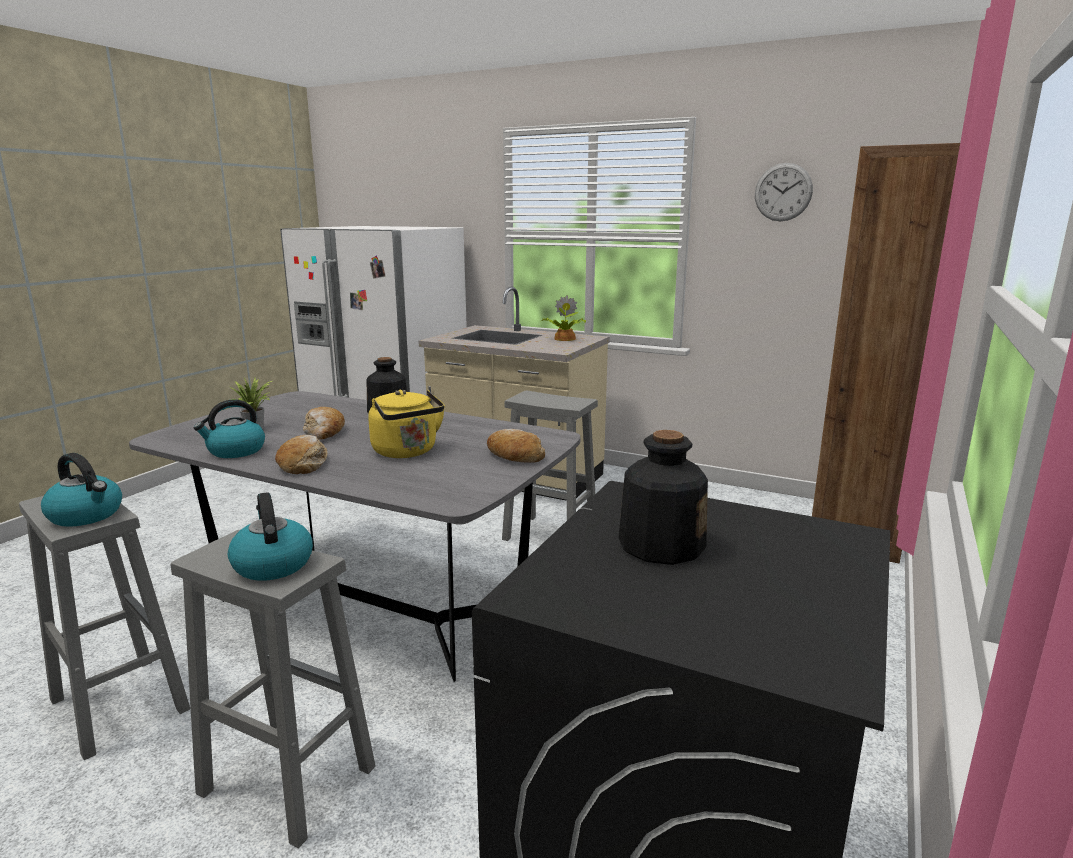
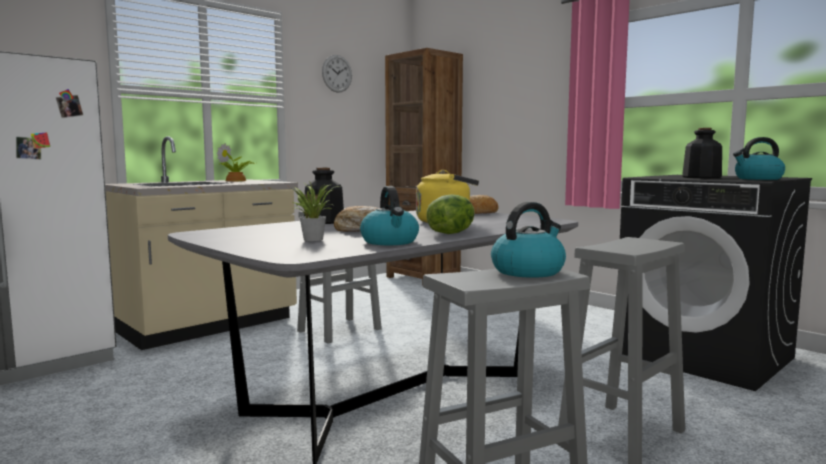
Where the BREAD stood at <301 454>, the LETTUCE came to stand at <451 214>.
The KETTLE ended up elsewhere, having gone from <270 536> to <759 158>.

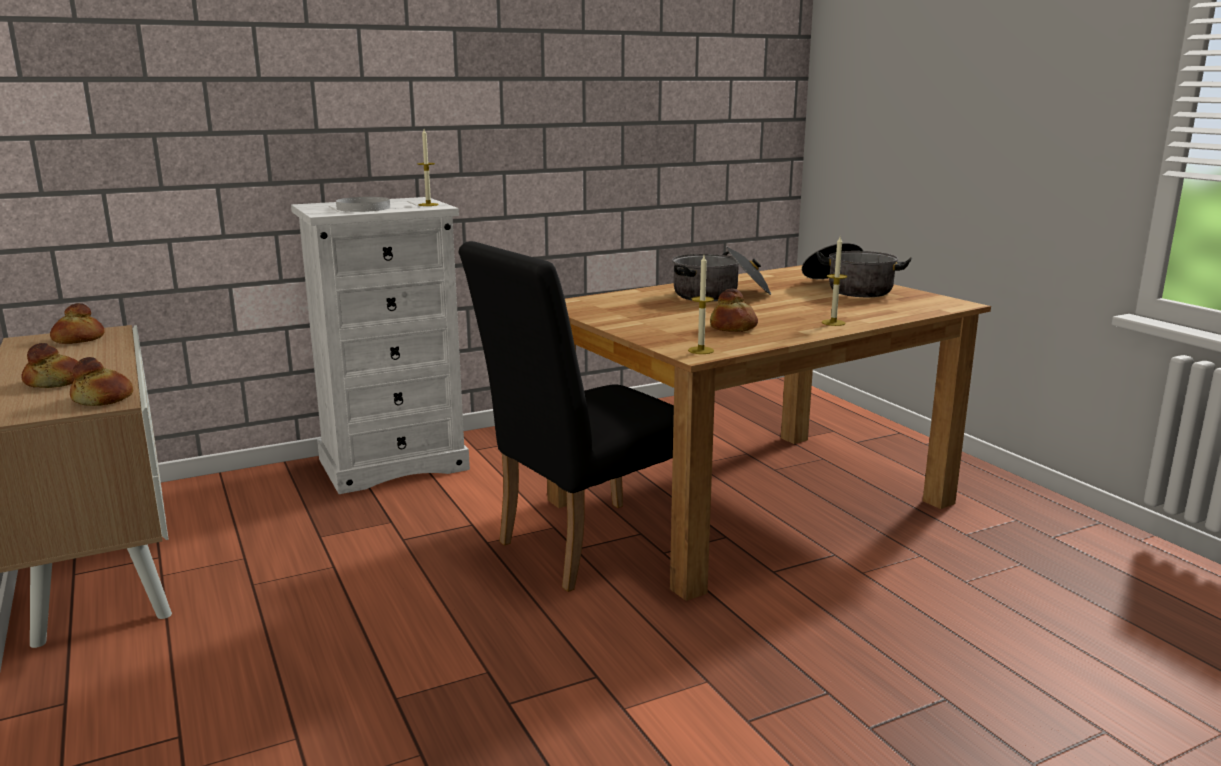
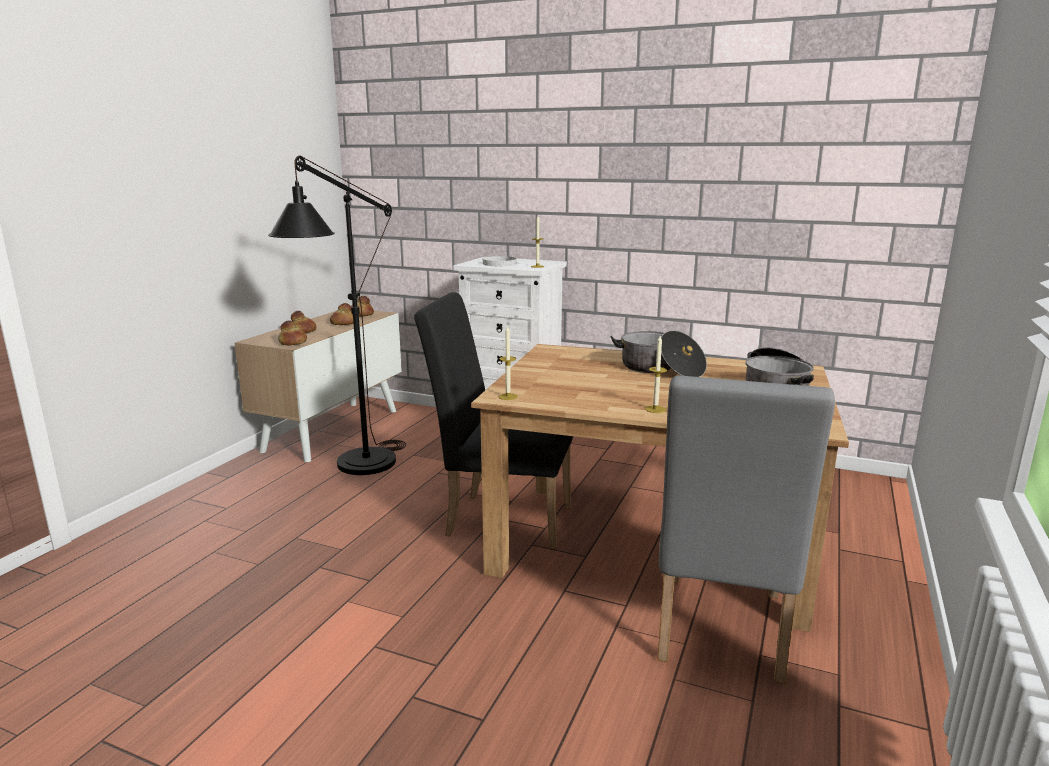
The second view gained the BLACK FLOOR LAMP at <337 315>.
The BREAD ended up elsewhere, having gone from <734 310> to <341 314>.
The second view gained the GREY CHAIR at <746 529>.

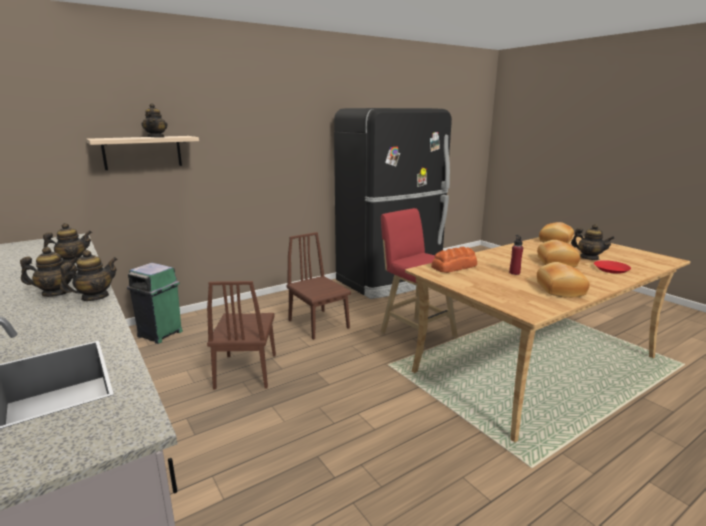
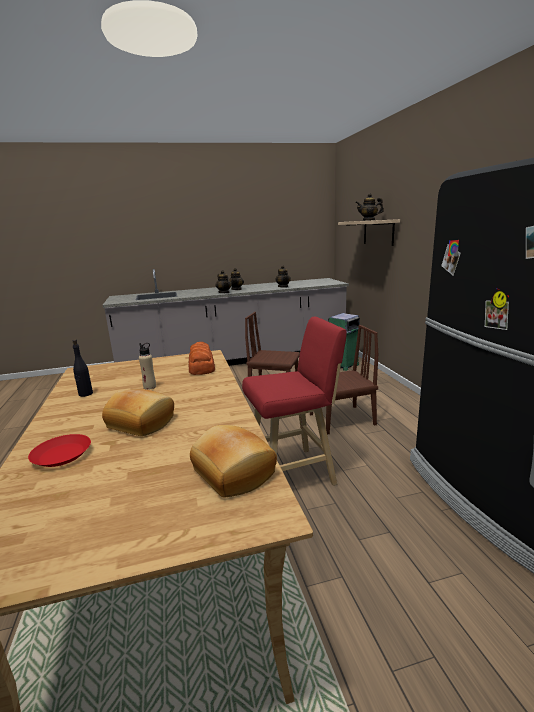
Where the BREAD stood at <563 280>, the BLACK BOTTLE came to stand at <82 368>.
What was the RED BOTTLE at <516 255> turned into the BEIGE BOTTLE at <147 366>.
The second view lost the TEAPOT at <593 242>.

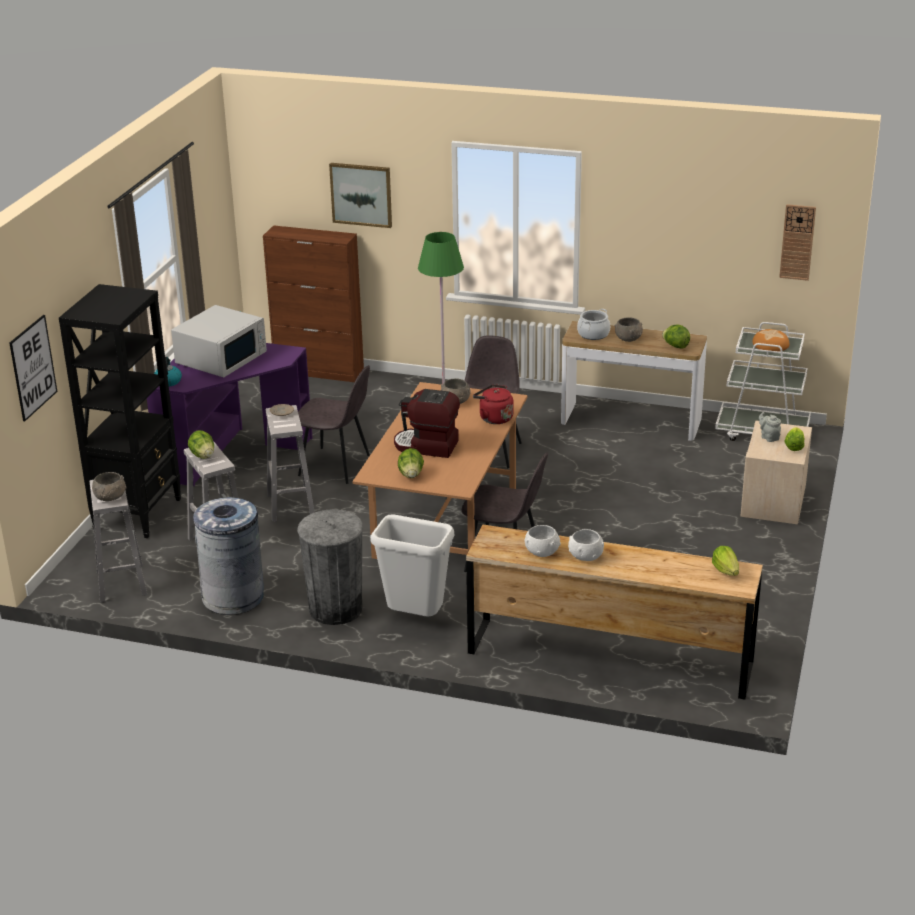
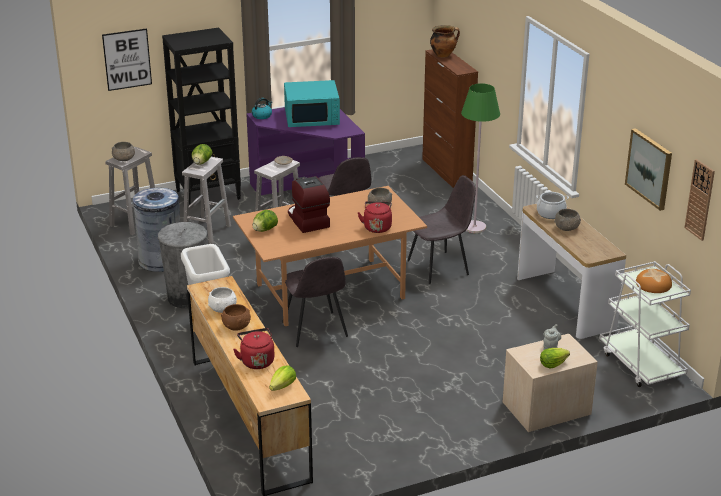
What was the WHITE BOWL at <586 545> turned into the BROWN BOWL at <236 317>.
The second view gained the RED KETTLE at <254 348>.
What was the WHITE MICROWAVE at <219 341> turned into the TURQUOISE MICROWAVE at <312 103>.
The second view gained the COOKING POT at <445 41>.
The PICTURE ended up elsewhere, having gone from <360 195> to <648 169>.
The second view lost the LETTUCE at <676 336>.

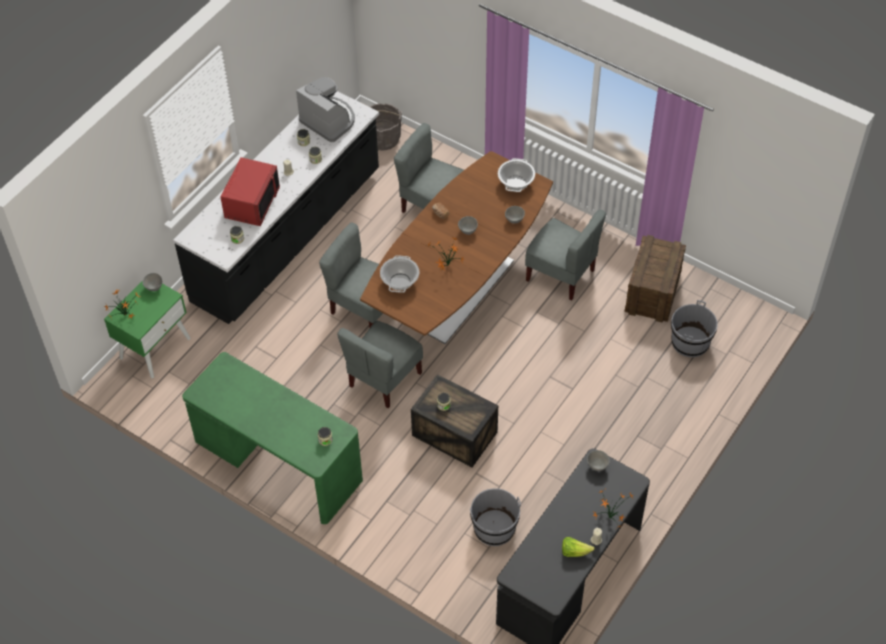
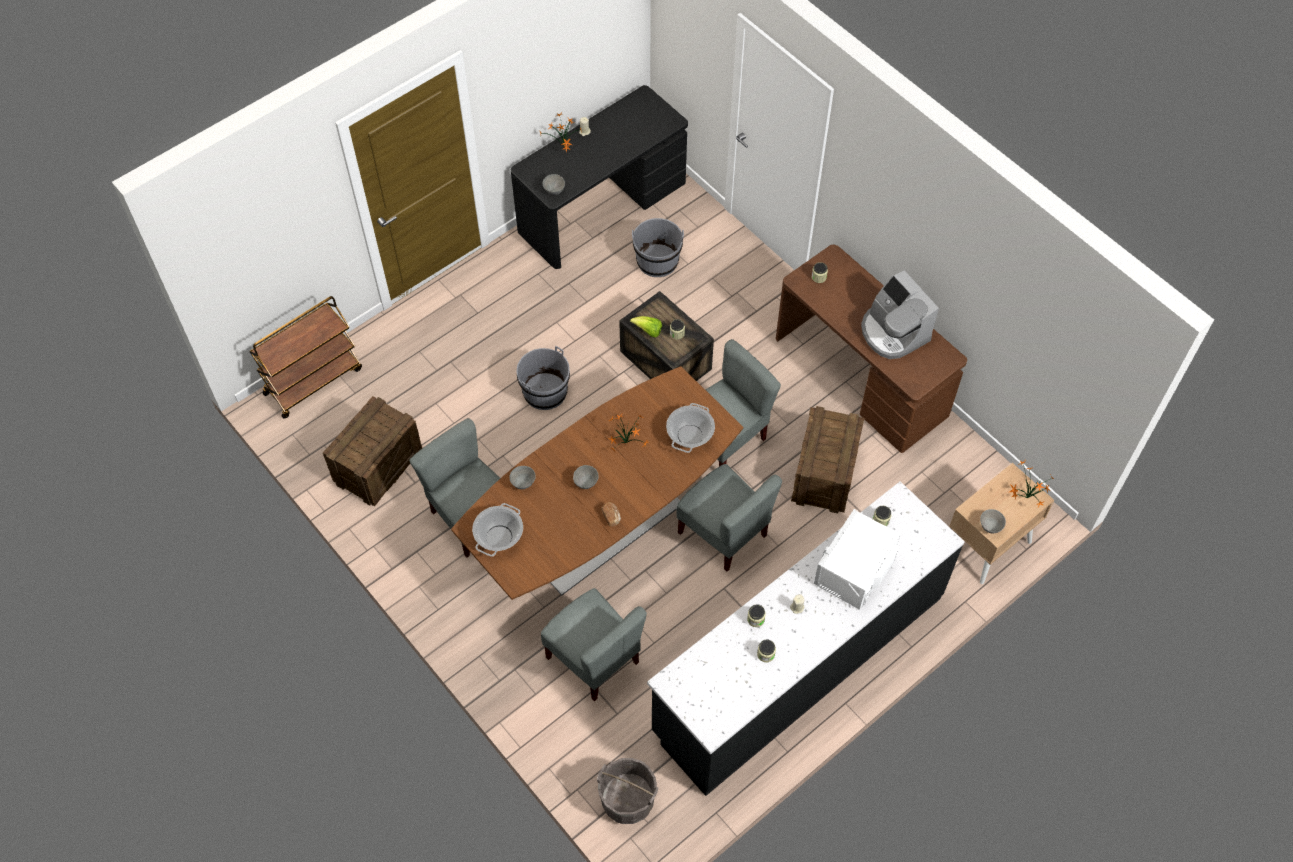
The second view gained the BROWN CART at <306 357>.
The GREY BUCKET ended up elsewhere, having gone from <694 328> to <543 378>.
The LETTUCE ended up elsewhere, having gone from <578 547> to <646 327>.
What was the GREEN DESK at <272 438> turned into the BROWN DESK at <871 349>.
The second view gained the CRATE at <827 460>.
What was the RED MICROWAVE at <250 191> turned into the WHITE MICROWAVE at <857 559>.
The COFFEE MACHINE ended up elsewhere, having gone from <325 109> to <900 314>.
What was the GREEN NIGHTSTAND at <147 330> turned into the BEIGE NIGHTSTAND at <1001 523>.

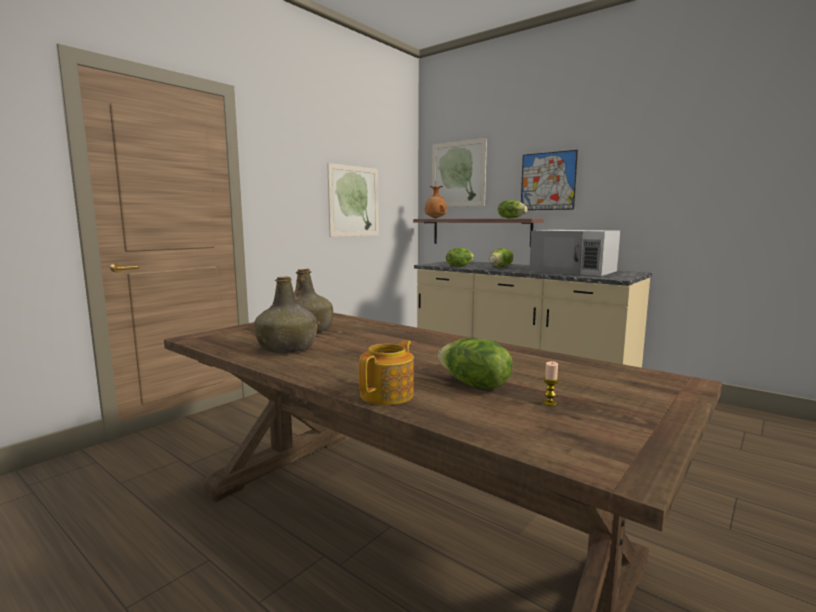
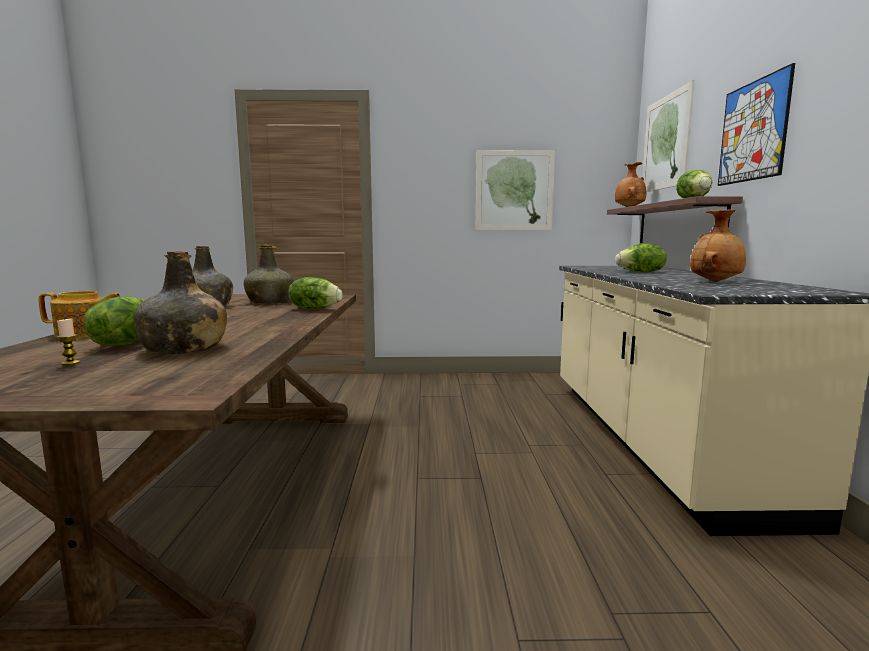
The second view gained the GREEN BOTTLE at <180 302>.
The LETTUCE ended up elsewhere, having gone from <460 257> to <315 293>.
Where the WHITE MICROWAVE stood at <574 253>, the BROWN VASE came to stand at <718 245>.

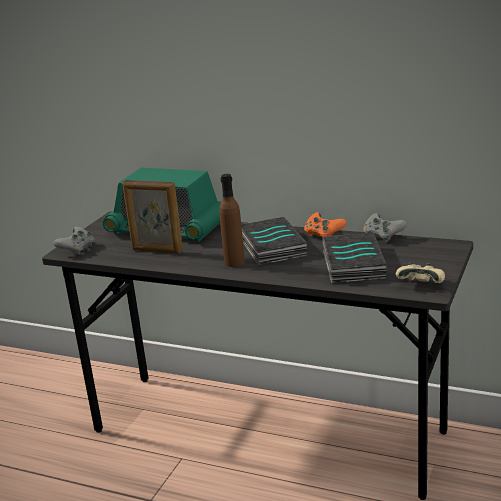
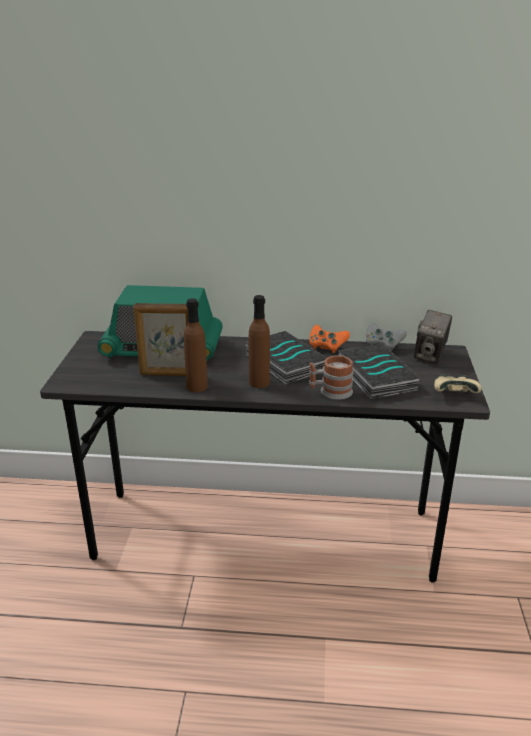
The second view gained the BROWN BOTTLE at <196 345>.
The second view gained the MUG at <331 378>.
The second view gained the PHOTO CAMERA at <433 337>.
The second view lost the GREY GAME CONTROLLER at <73 241>.

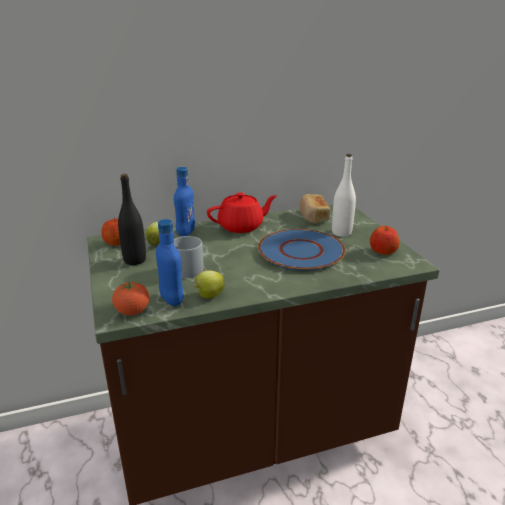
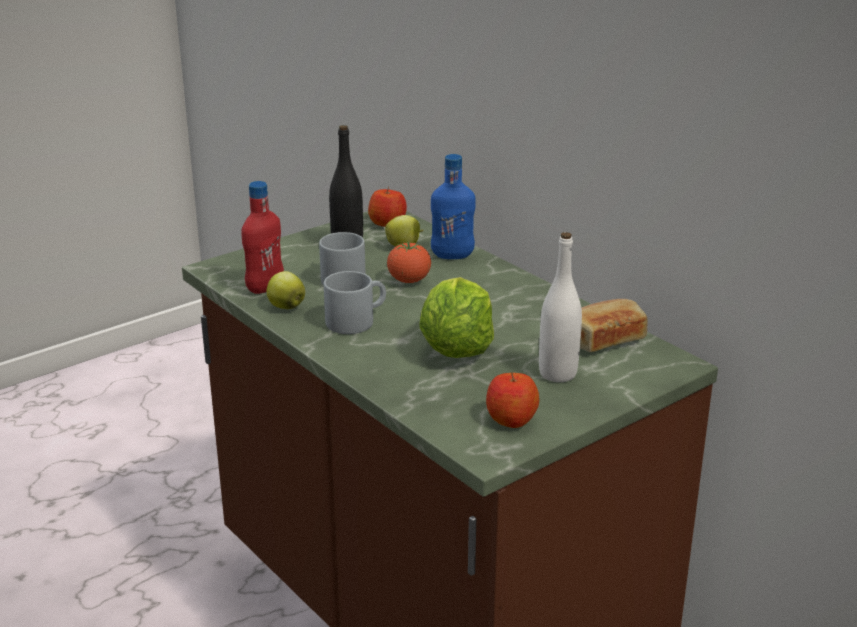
What was the BLUE BOTTLE at <169 262> turned into the RED BOTTLE at <262 237>.
The second view gained the GREY MUG at <355 302>.
The TOMATO ended up elsewhere, having gone from <130 298> to <409 262>.
Where the BLUE PLATE stood at <301 250>, the LETTUCE came to stand at <456 317>.
The second view lost the RED TEAPOT at <242 212>.

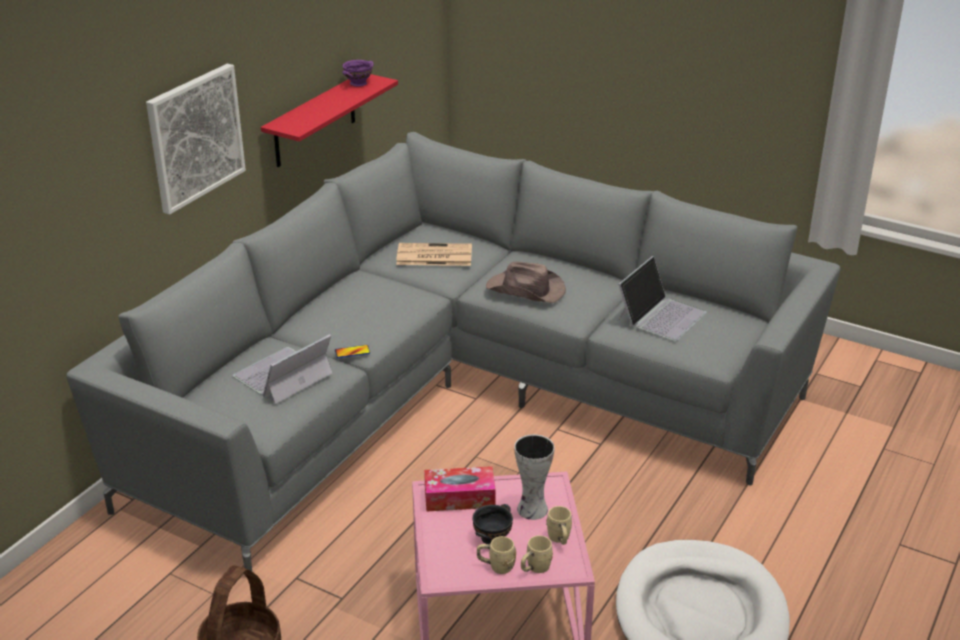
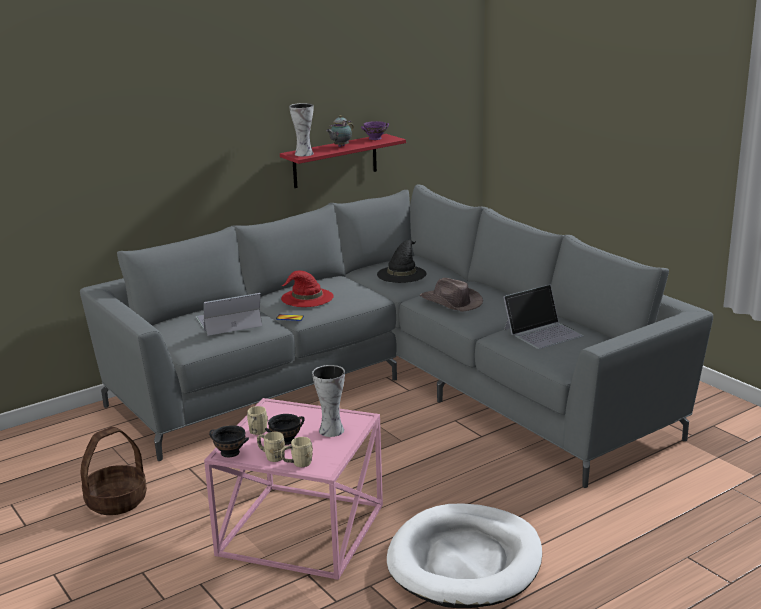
The second view gained the BLACK BOWL at <229 441>.
The BEIGE MUG ended up elsewhere, having gone from <559 525> to <257 420>.
The second view gained the RED HAT at <307 288>.
The second view gained the VASE at <301 129>.
The second view gained the TEAPOT at <340 131>.
Where the NEWSPAPER stood at <434 254>, the BLACK HAT came to stand at <402 261>.
The second view lost the PICTURE at <196 139>.
The second view lost the TISSUE BOX at <460 489>.

